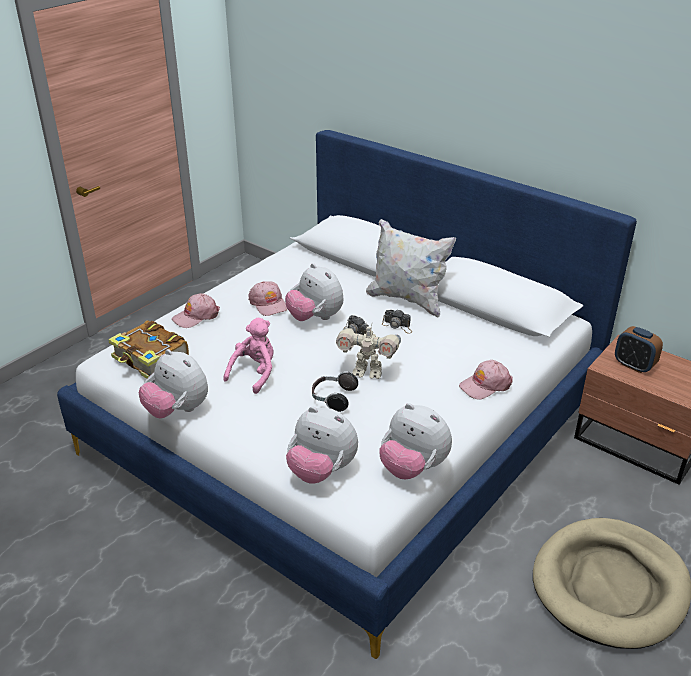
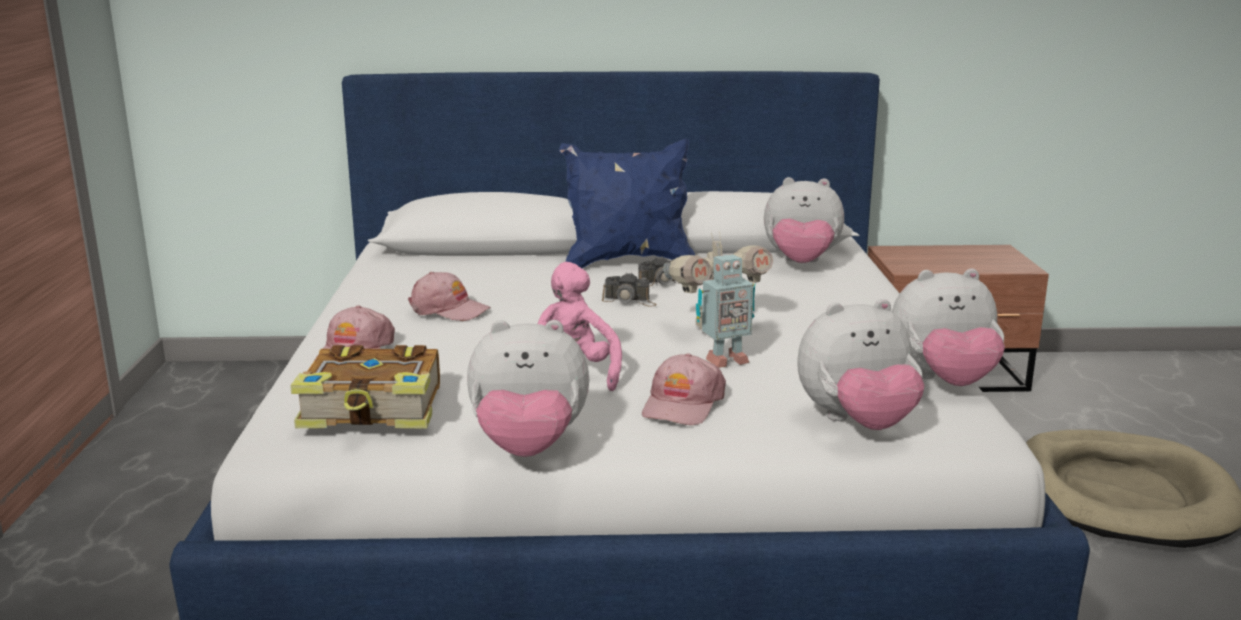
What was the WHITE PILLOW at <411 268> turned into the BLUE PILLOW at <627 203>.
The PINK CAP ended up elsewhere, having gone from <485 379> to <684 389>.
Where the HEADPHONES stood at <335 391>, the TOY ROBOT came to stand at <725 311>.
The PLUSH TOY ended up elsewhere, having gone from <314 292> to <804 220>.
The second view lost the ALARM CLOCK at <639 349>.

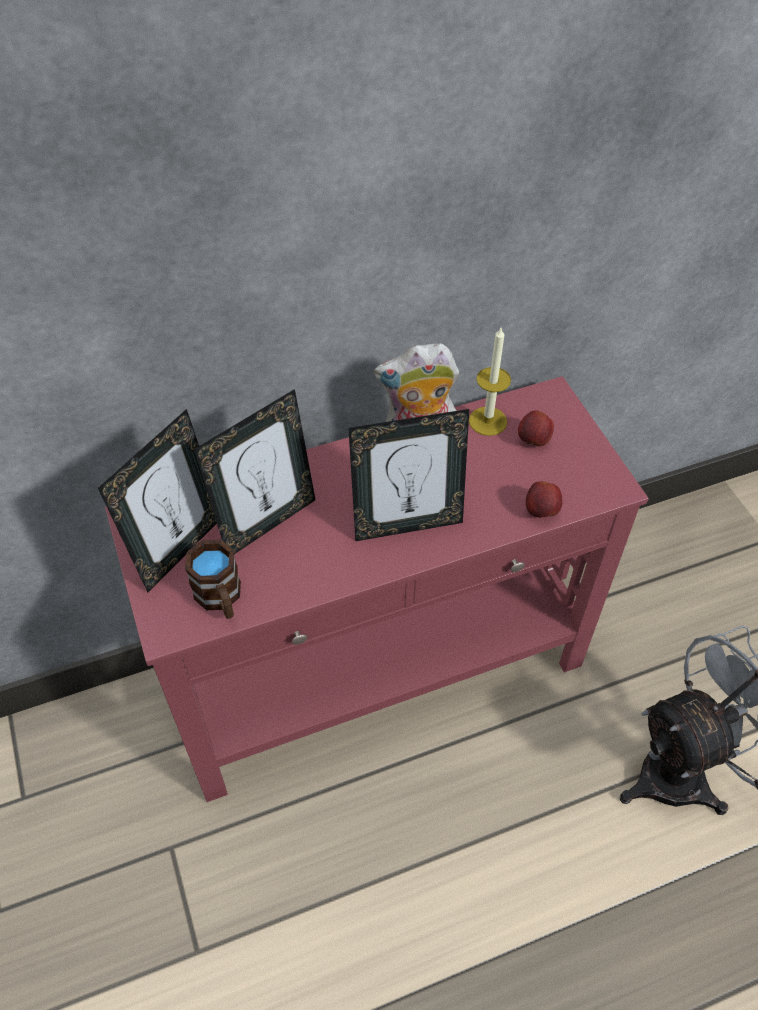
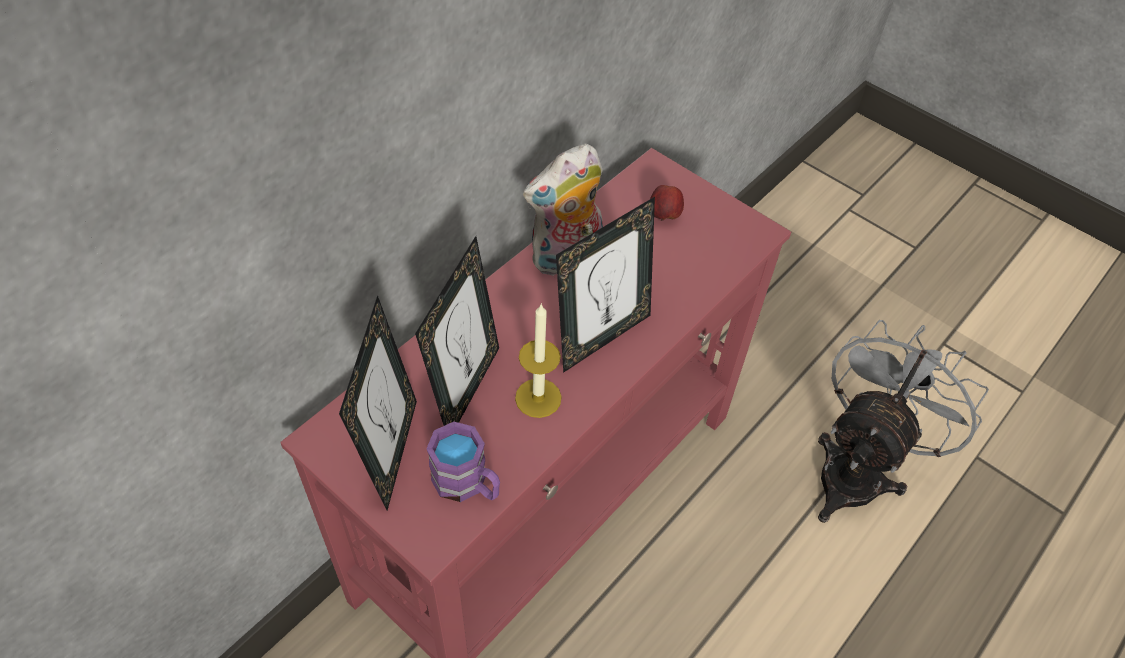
What was the BROWN MUG at <213 579> turned into the PURPLE MUG at <463 462>.
The CANDLE ended up elsewhere, having gone from <490 381> to <538 360>.
The second view lost the APPLE at <544 499>.

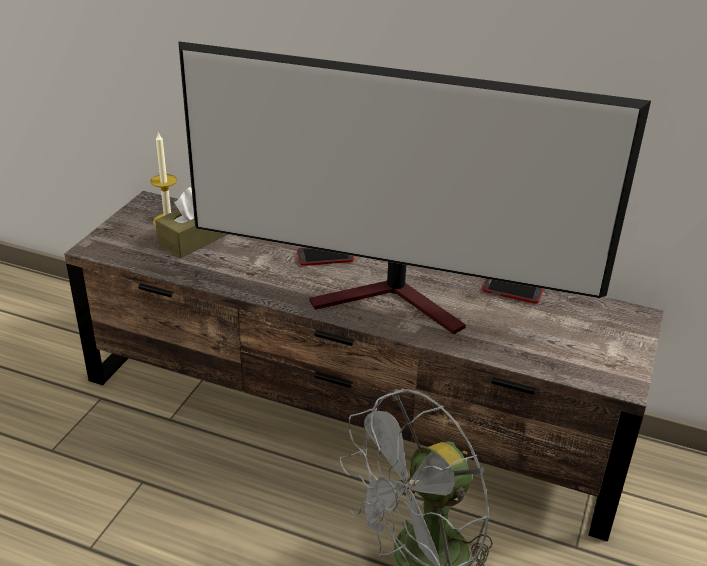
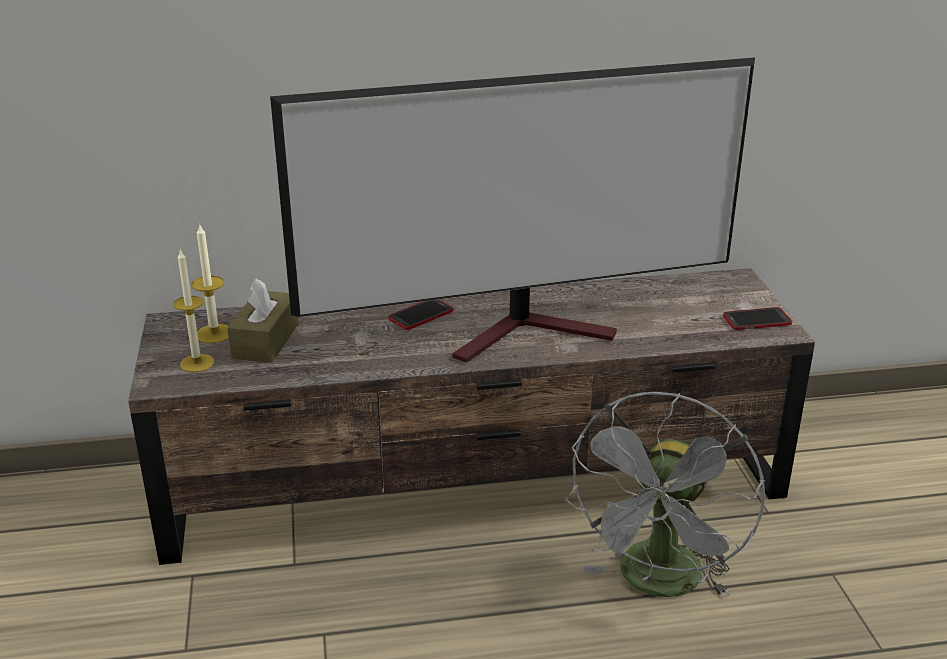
The second view gained the CANDLE at <193 310>.
The PHONE ended up elsewhere, having gone from <512 291> to <757 318>.

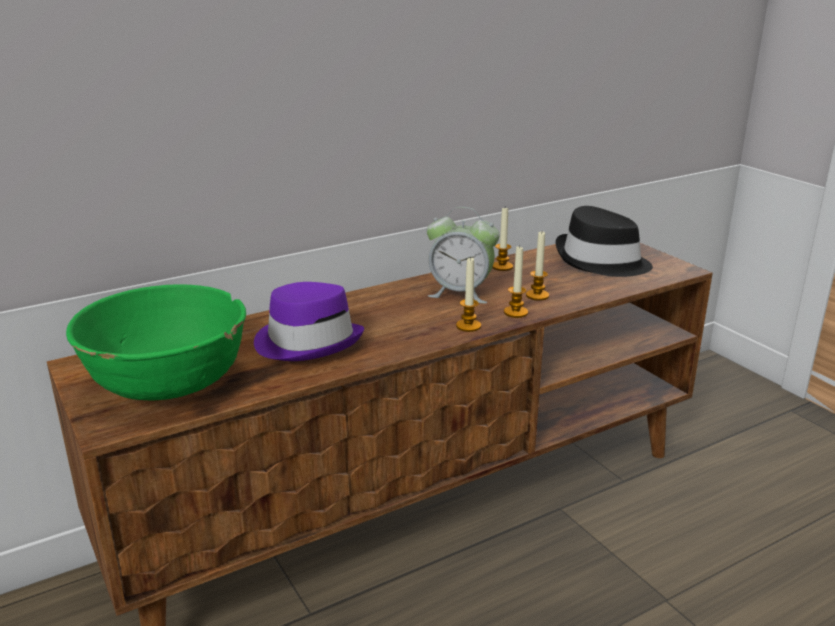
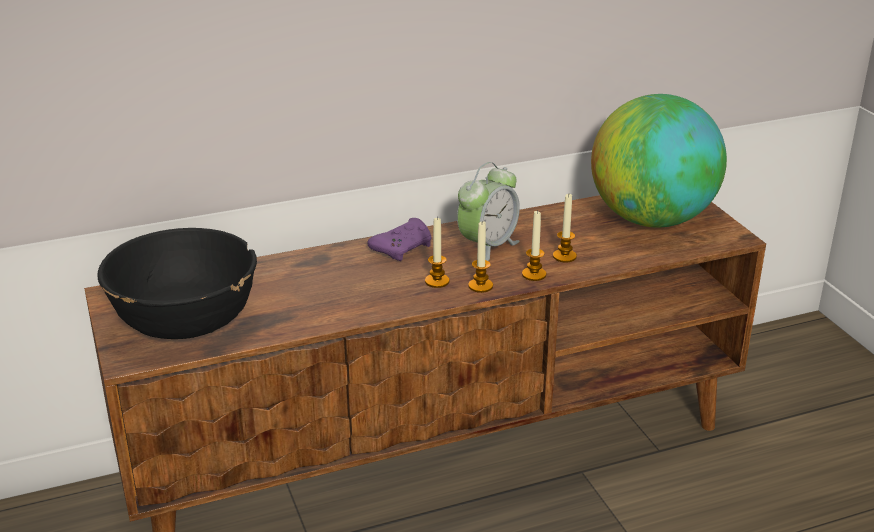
What was the GREEN BOWL at <156 342> turned into the BLACK BOWL at <177 283>.
The second view gained the PURPLE GAME CONTROLLER at <399 239>.
The CANDLE ended up elsewhere, having gone from <502 239> to <437 252>.
The ALARM CLOCK at <463 255> ended up facing another way, 75 degrees counterclockwise from before.
Where the BLACK HAT stood at <604 241>, the GLOBE came to stand at <659 160>.
The second view lost the PURPLE HAT at <309 321>.

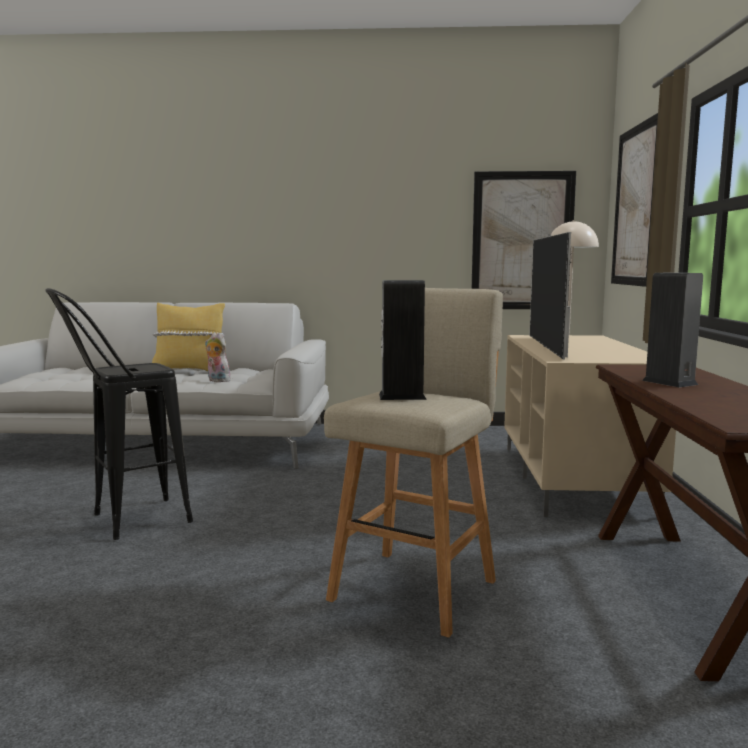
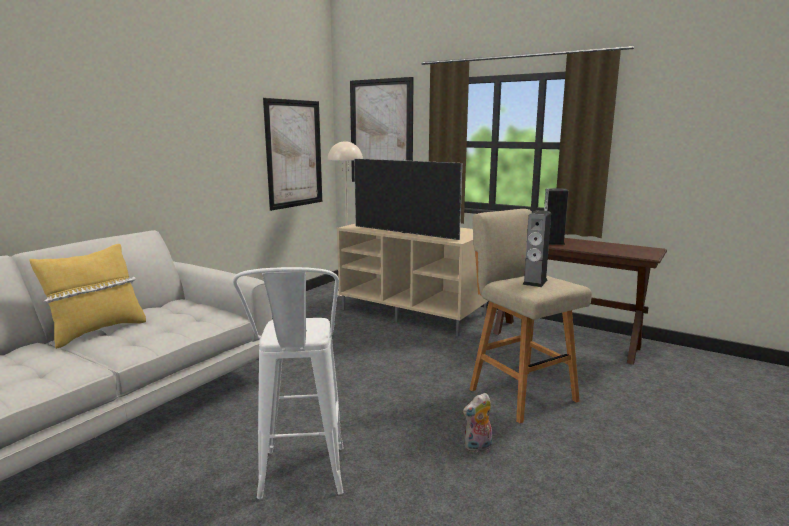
What was the BLACK STOOL at <119 414> turned into the WHITE STOOL at <288 383>.
The PLUSH TOY ended up elsewhere, having gone from <217 357> to <477 422>.

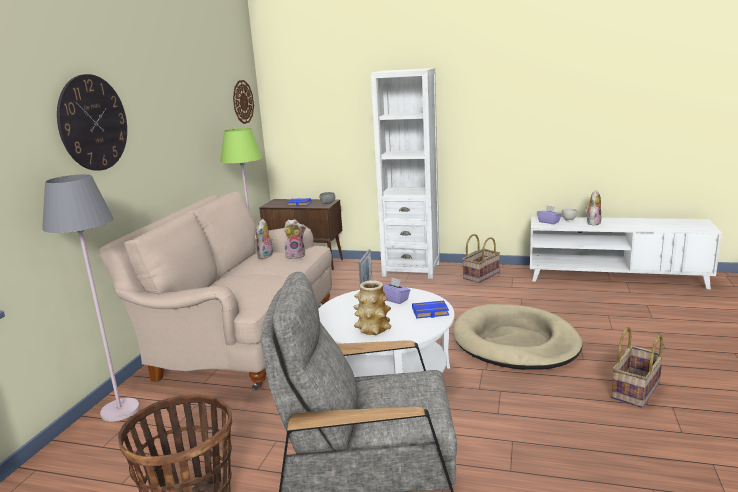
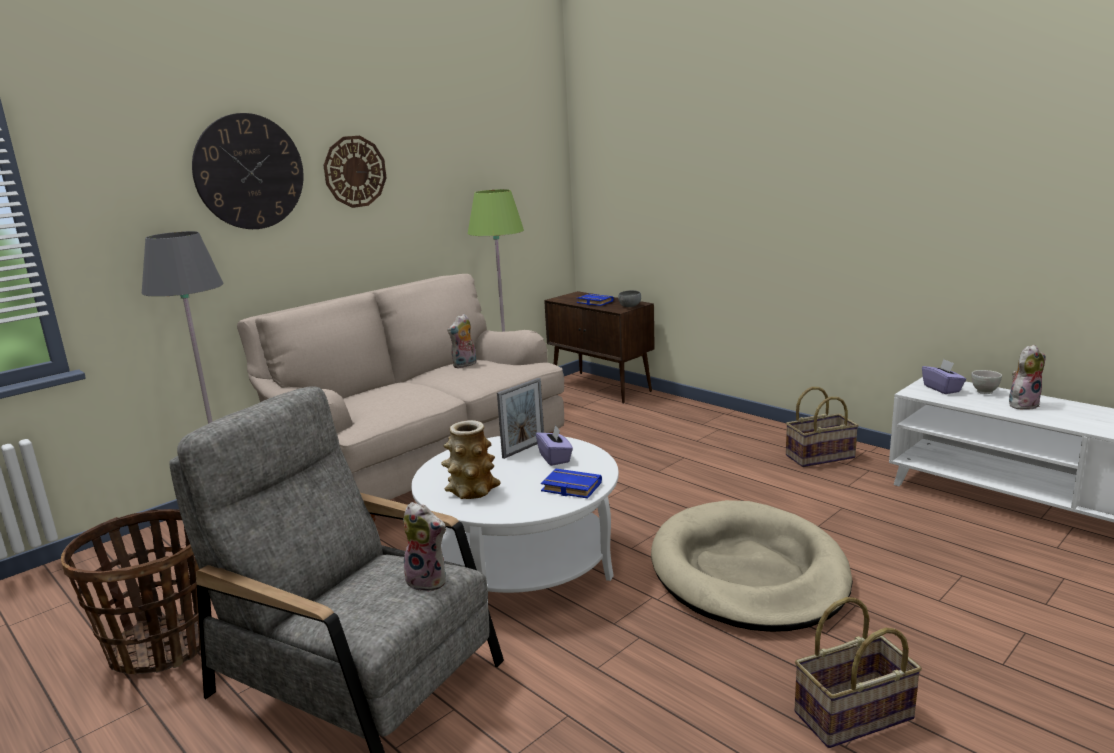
The WALL CLOCK ended up elsewhere, having gone from <243 102> to <354 172>.
The PLUSH TOY ended up elsewhere, having gone from <295 239> to <424 547>.
The second view lost the WHITE BOOKCASE at <405 173>.

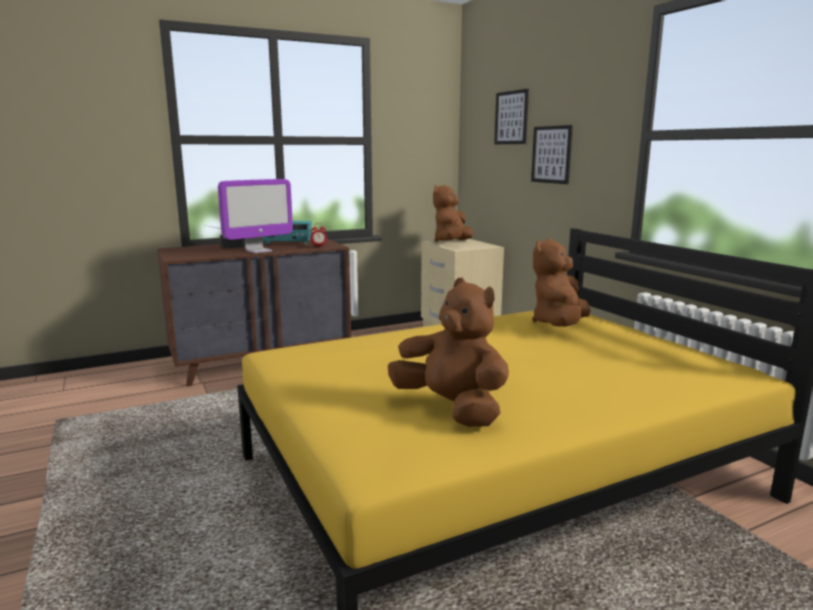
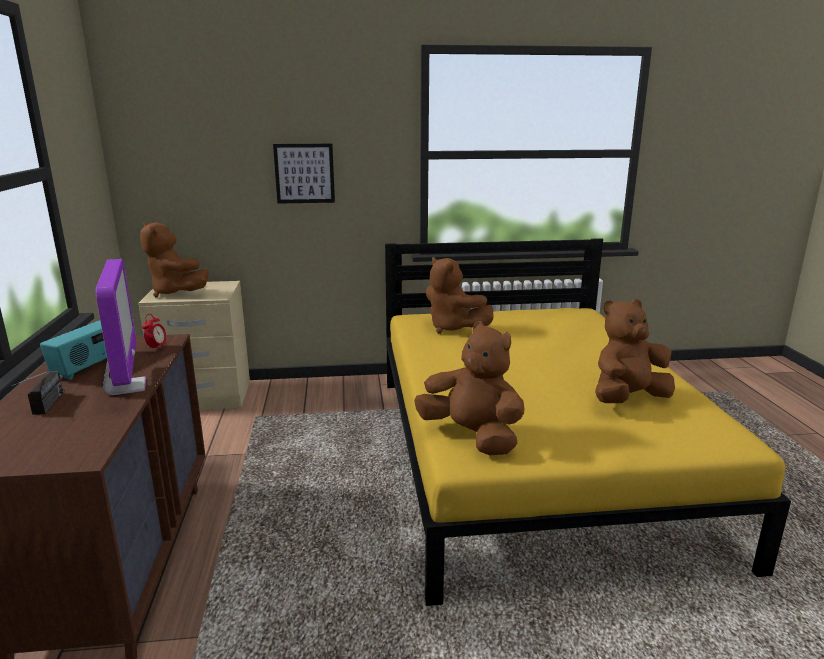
The second view gained the BROWN PLUSH TOY at <469 388>.
The second view lost the PICTURE at <511 116>.

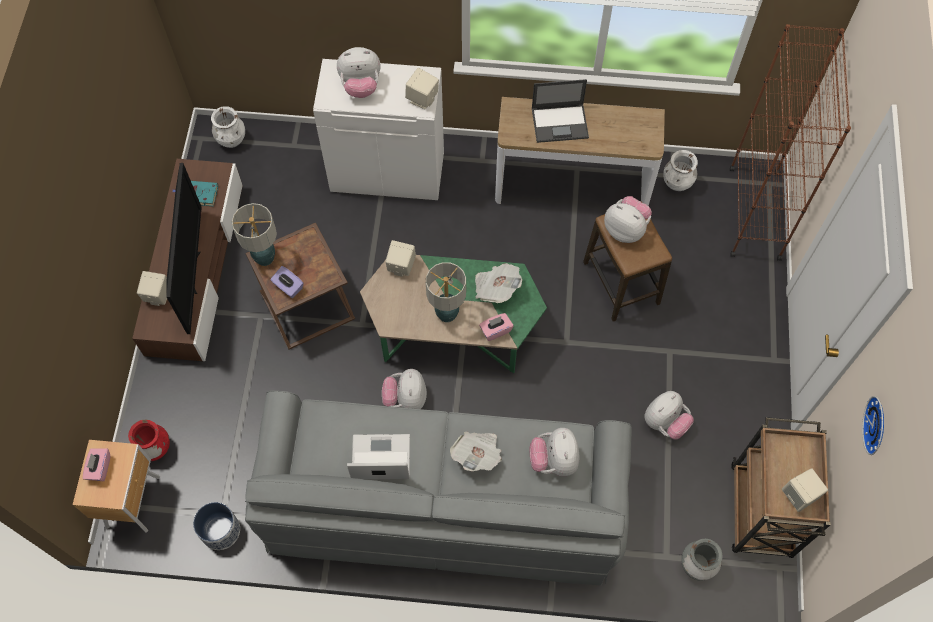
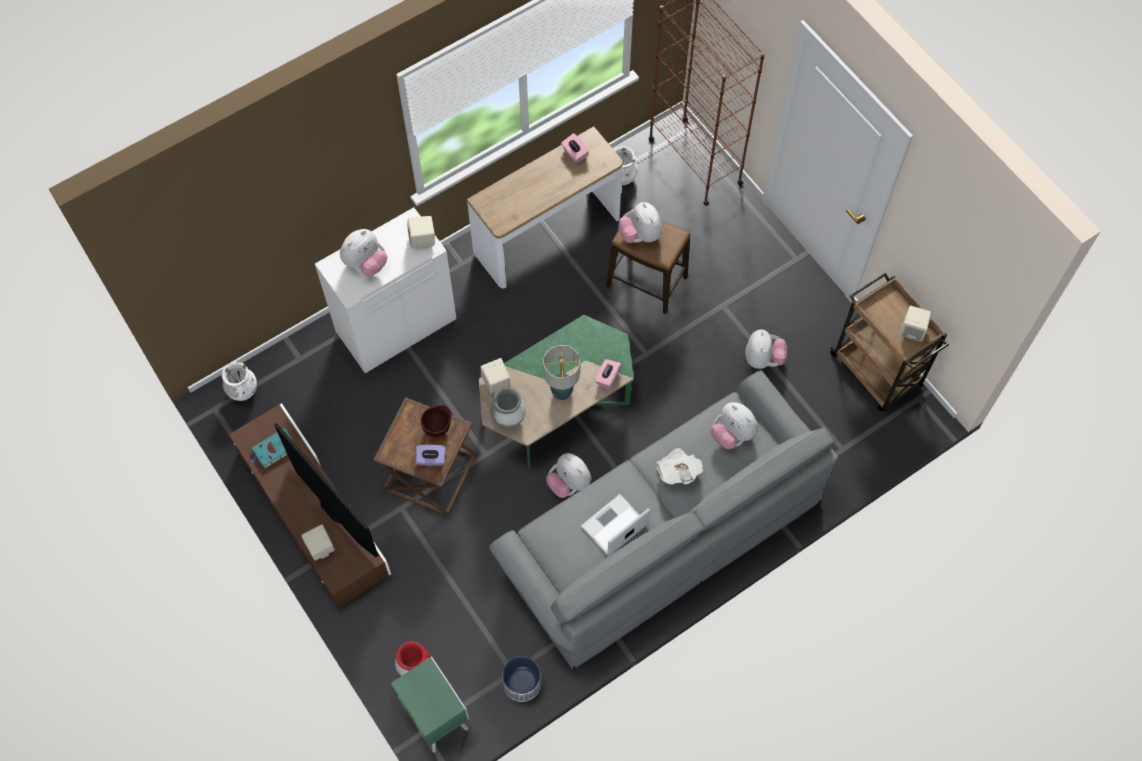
What was the BROWN NIGHTSTAND at <116 486> turned into the GREEN NIGHTSTAND at <430 704>.
The second view gained the BROWN BOWL at <436 421>.
The GREY VASE ended up elsewhere, having gone from <701 560> to <508 407>.
The PINK TISSUE BOX ended up elsewhere, having gone from <97 464> to <575 148>.
The PLUSH TOY at <628 219> ended up facing another way, 105 degrees counterclockwise from before.
The second view lost the TABLE LAMP at <254 234>.
The second view lost the NEWSPAPER at <498 283>.
The second view lost the LAPTOP at <560 111>.
The second view lost the WALL CLOCK at <873 425>.

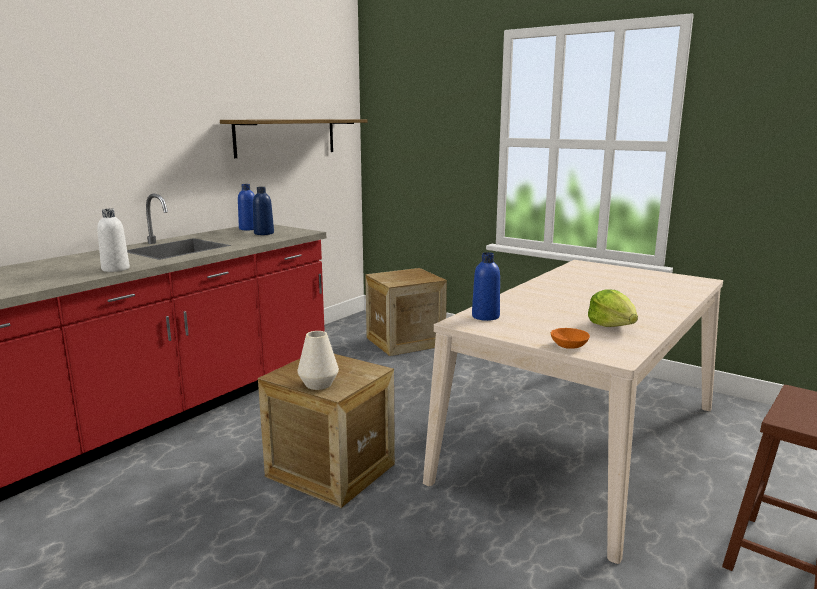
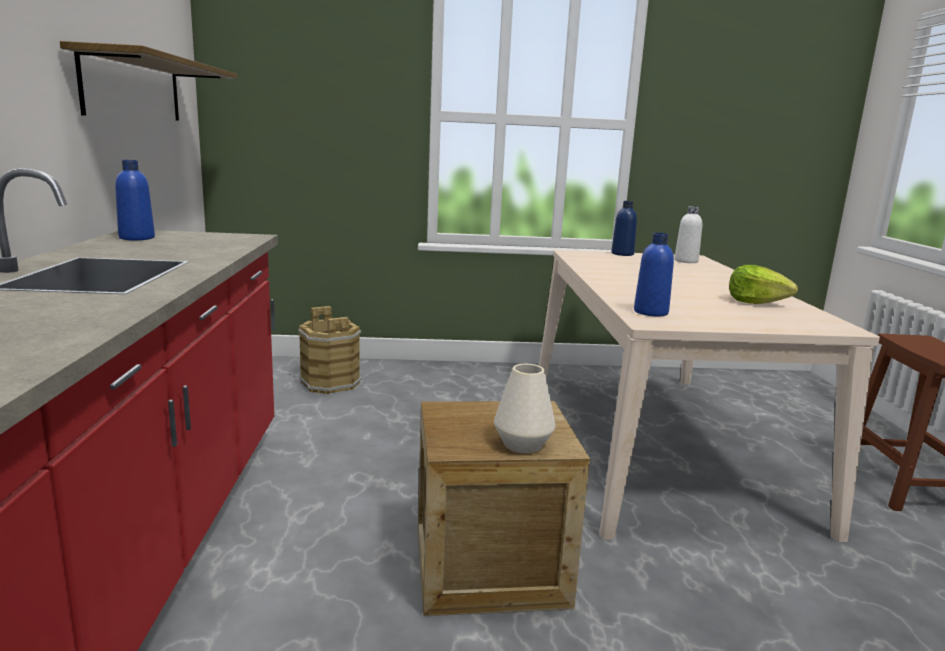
Where the CRATE stood at <406 312>, the BROWN BUCKET came to stand at <329 350>.
The BLUE BOTTLE ended up elsewhere, having gone from <263 211> to <624 228>.
The WHITE BOTTLE ended up elsewhere, having gone from <113 240> to <688 234>.
The second view lost the ORANGE BOWL at <570 338>.

